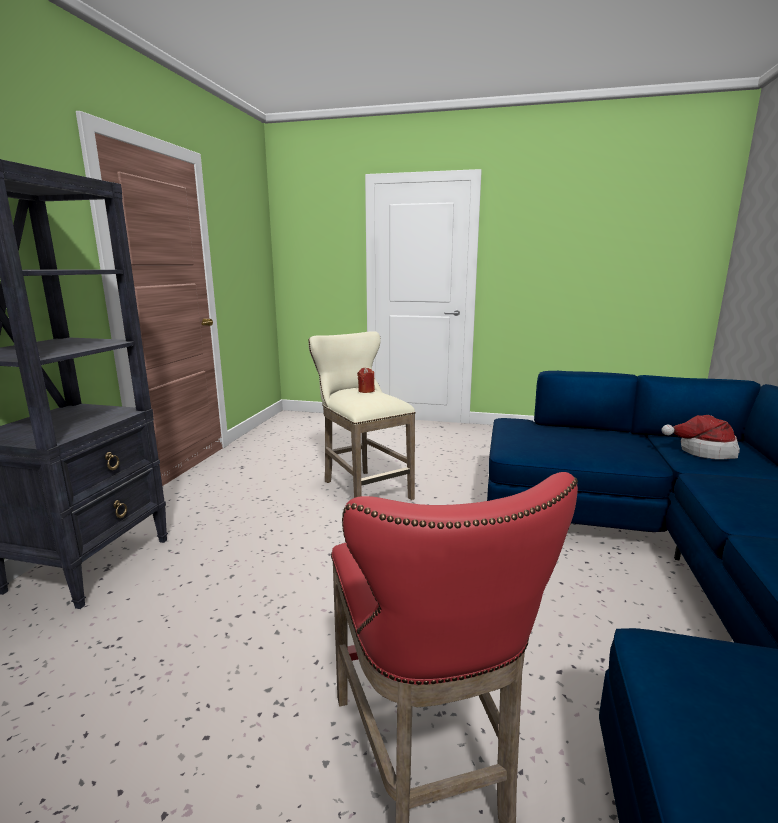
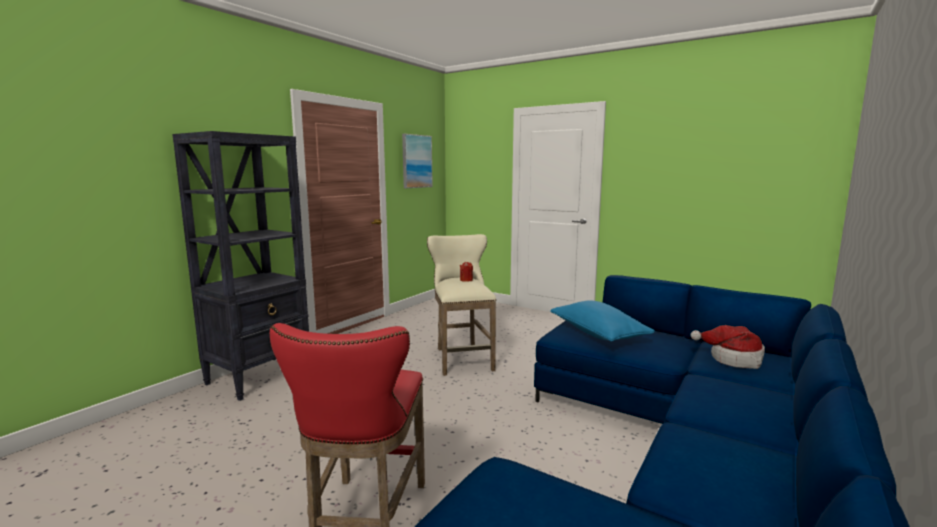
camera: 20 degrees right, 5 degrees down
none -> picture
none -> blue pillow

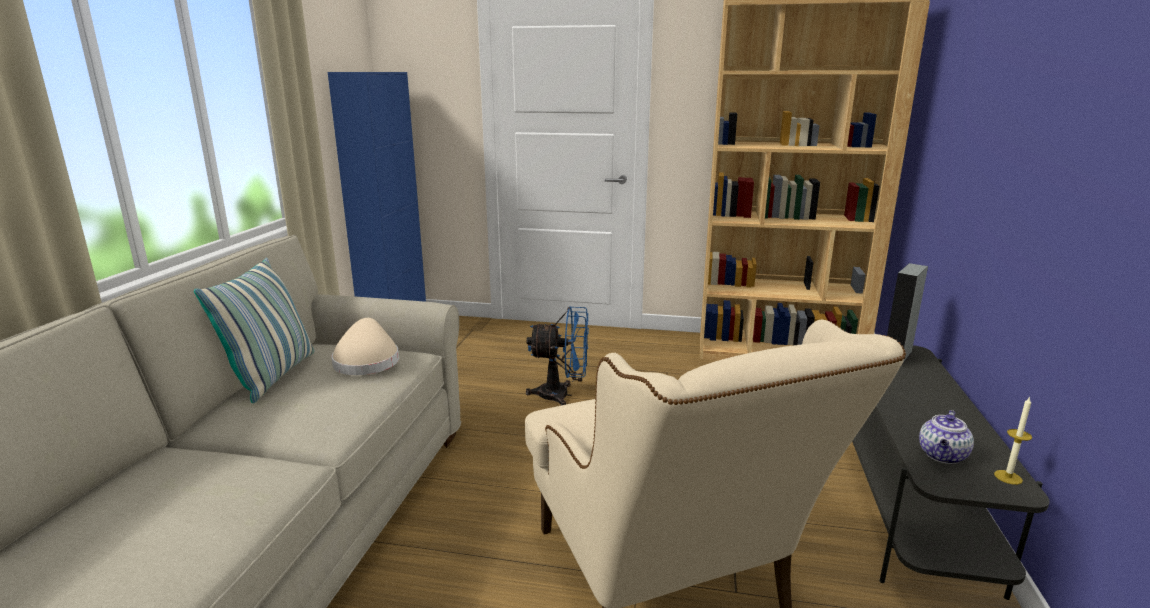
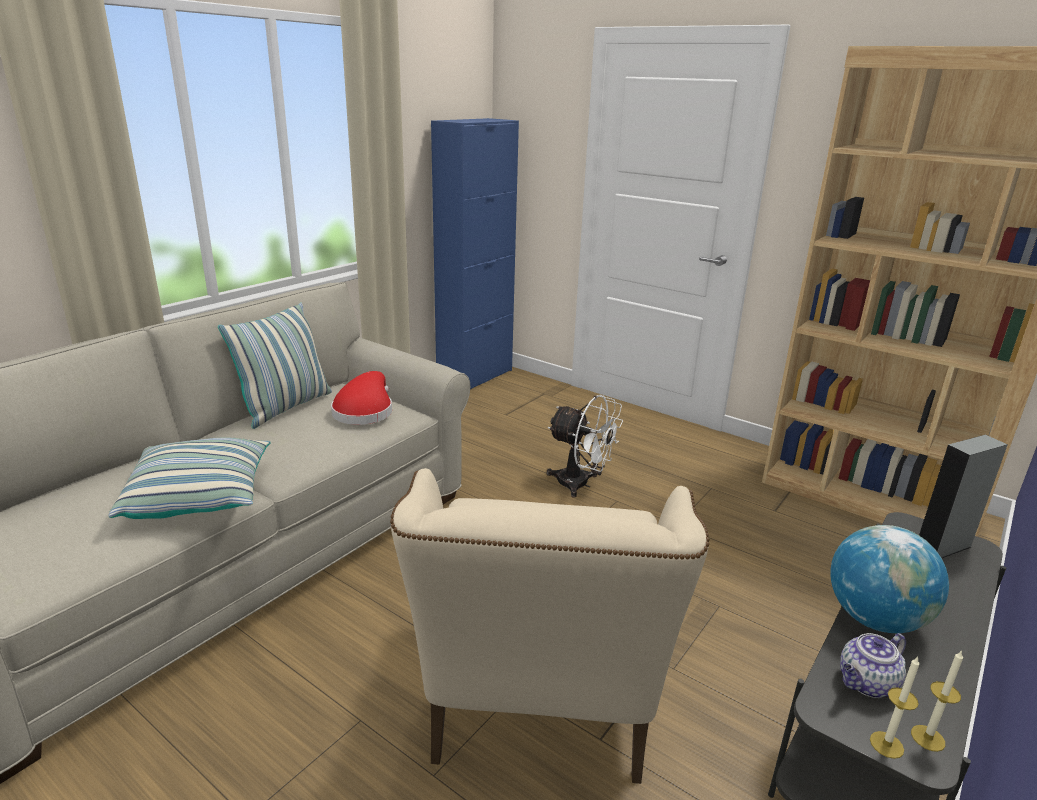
camera: 25 degrees right, 5 degrees up
none -> pillow (1st from left)
beige hat -> red hat
blue fan -> white fan
none -> globe
none -> candle (1st from left)

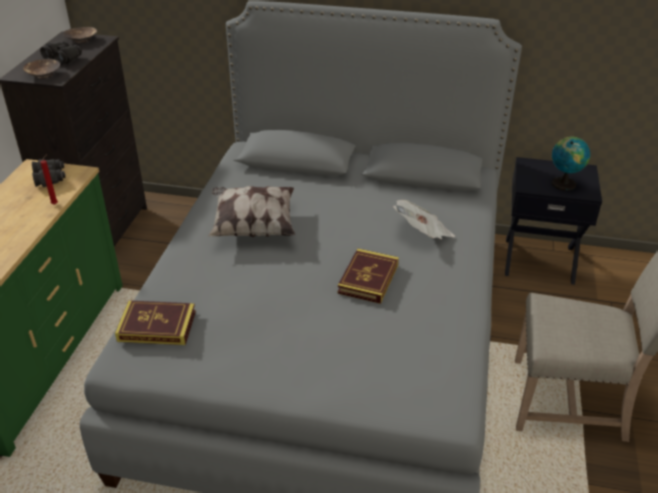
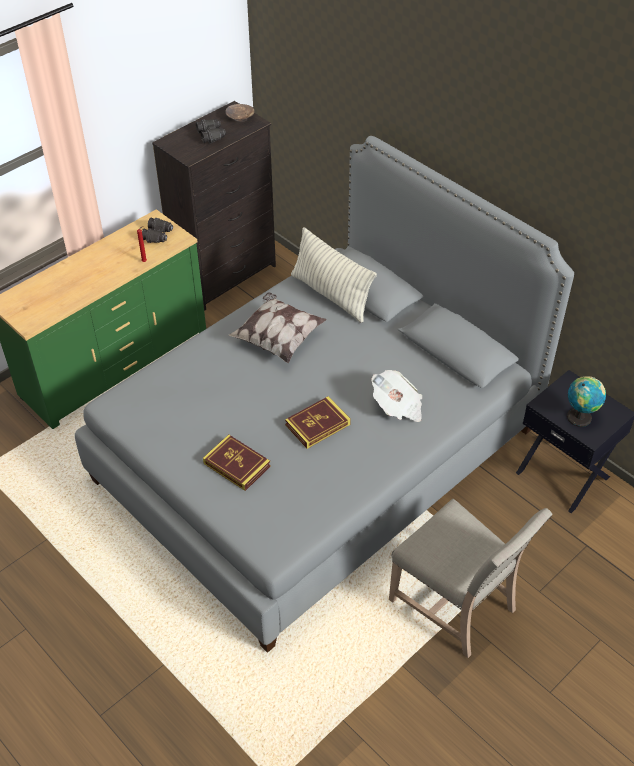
camera: 35 degrees right, 10 degrees up
book (1st from left), move
none -> pillow (2nd from left)
brown bowl (1st from left) -> none

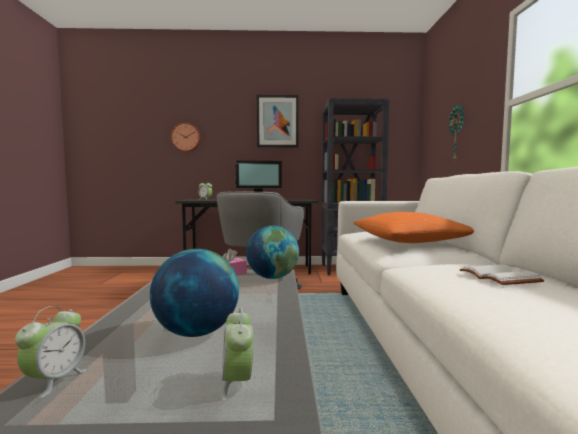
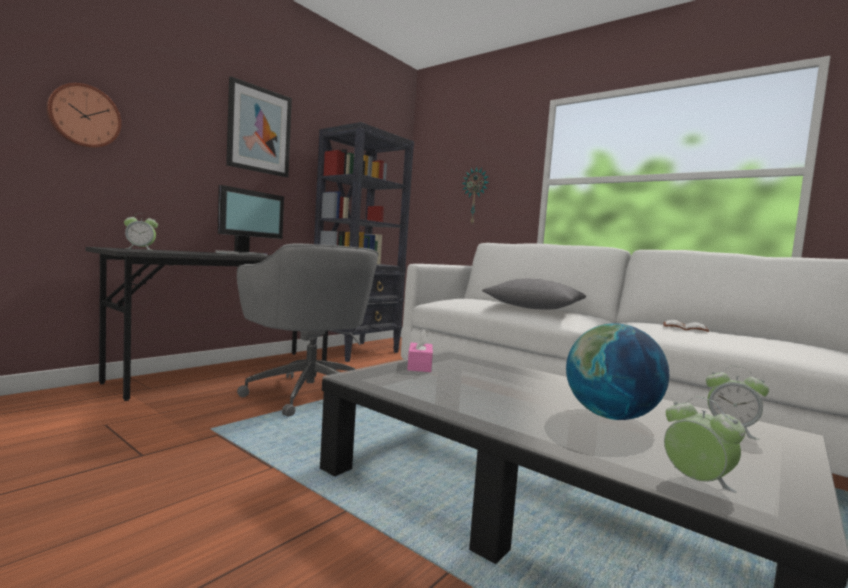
camera: 50 degrees left, 0 degrees up
orange pillow -> grey pillow
globe (2nd from left) -> none

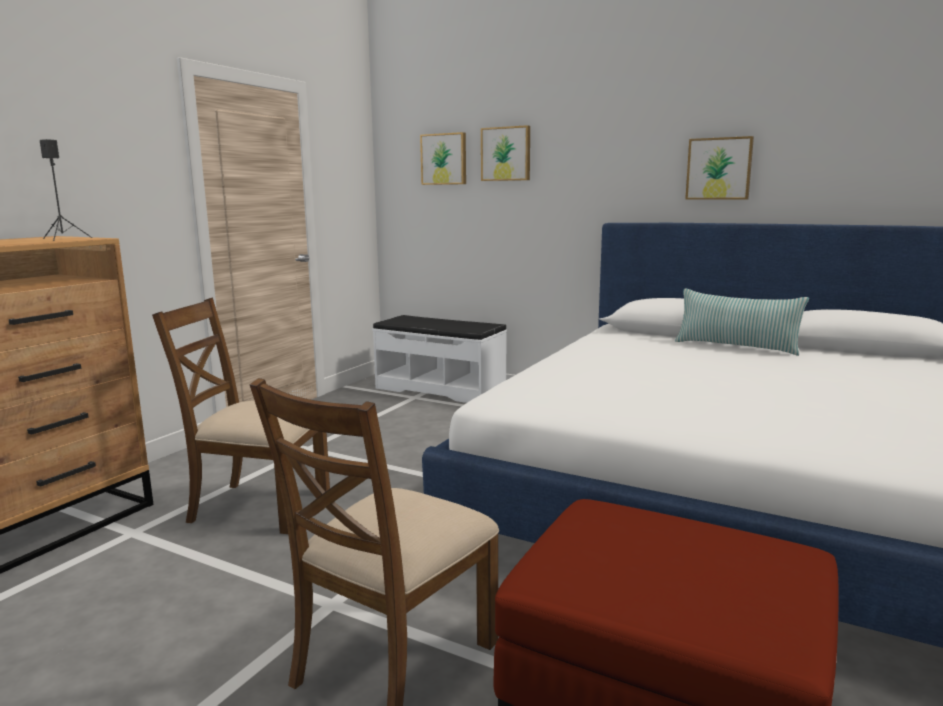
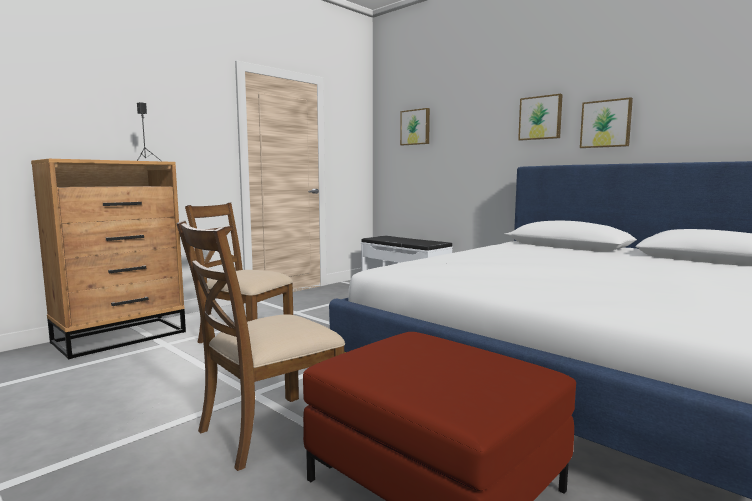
camera: 15 degrees right, 5 degrees down
picture (2nd from left), move
pillow -> none

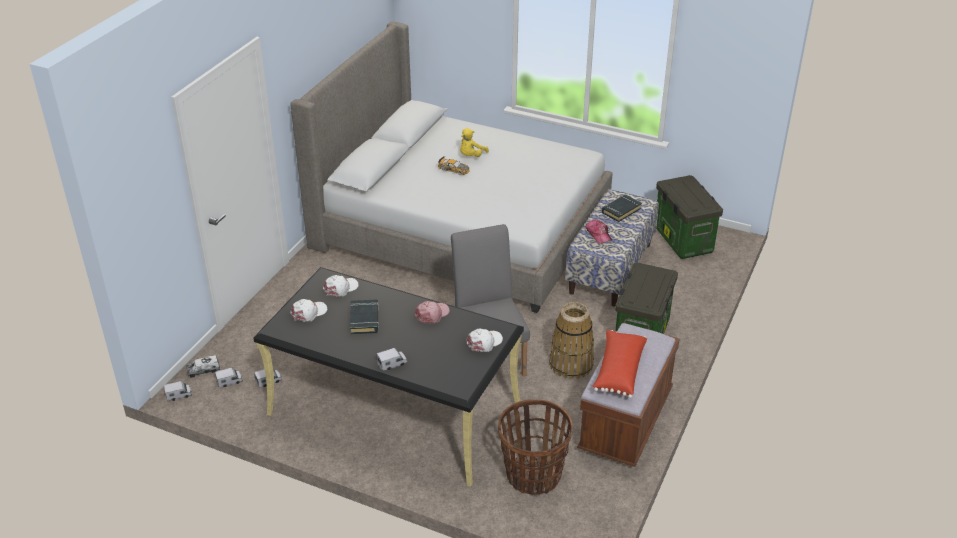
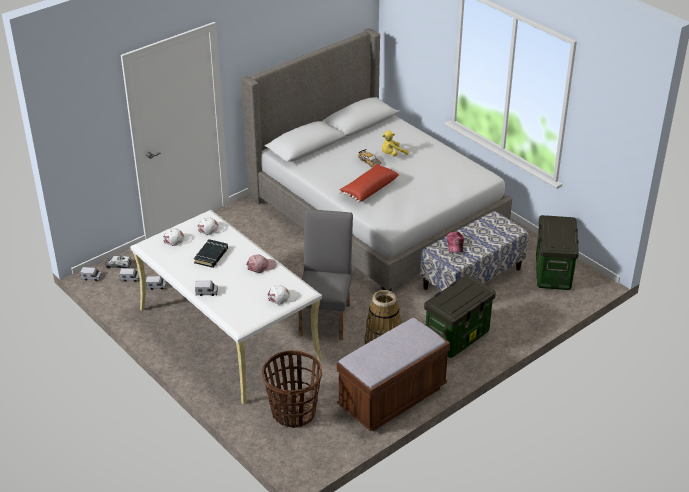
camera: 25 degrees right, 0 degrees up
black desk -> white desk
red pillow, move
black book (2nd from left) -> none

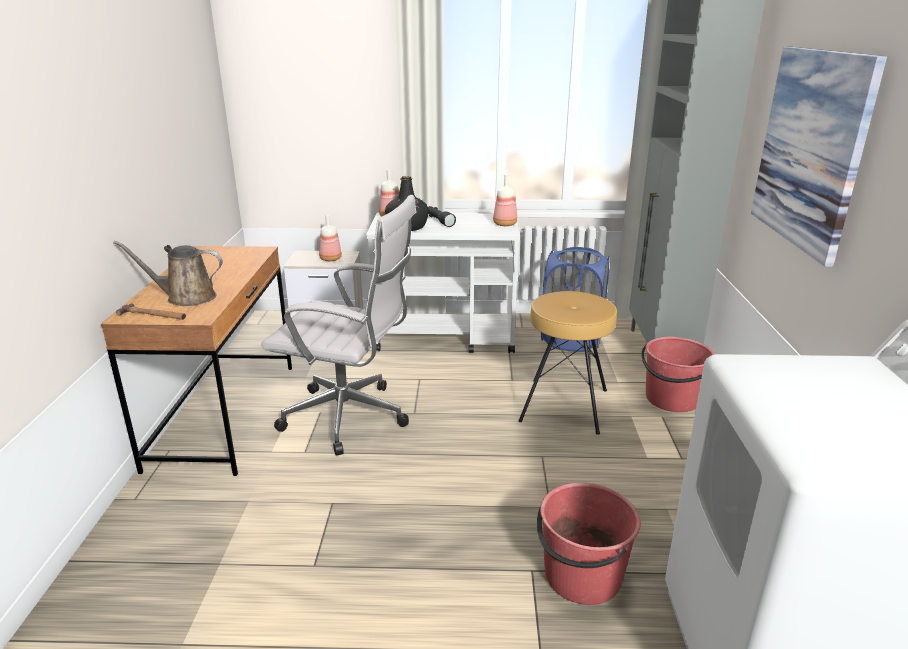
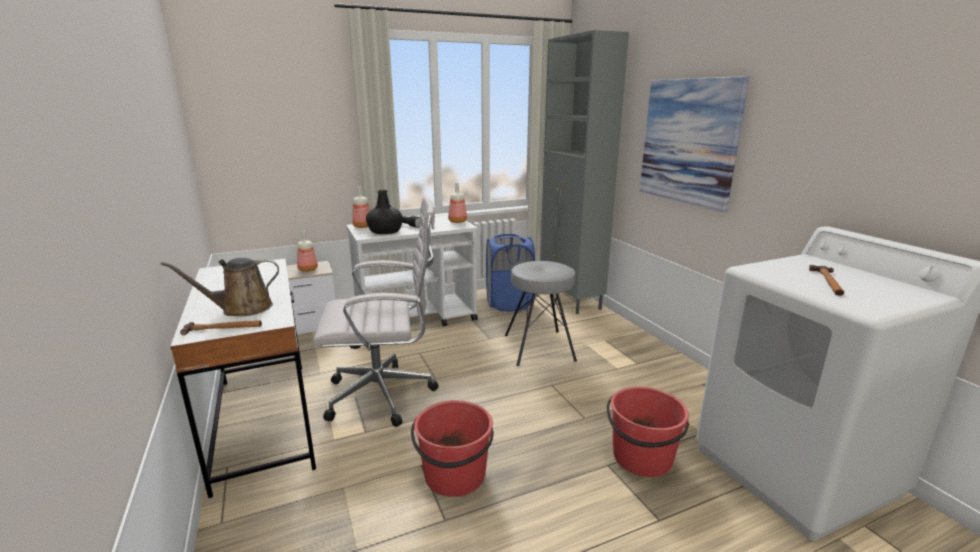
camera: 25 degrees left, 5 degrees down
brown desk -> white desk
red bucket (2nd from left in the first image) -> red bucket (1st from left), move
brown stool -> grey stool
none -> hammer (2nd from left)

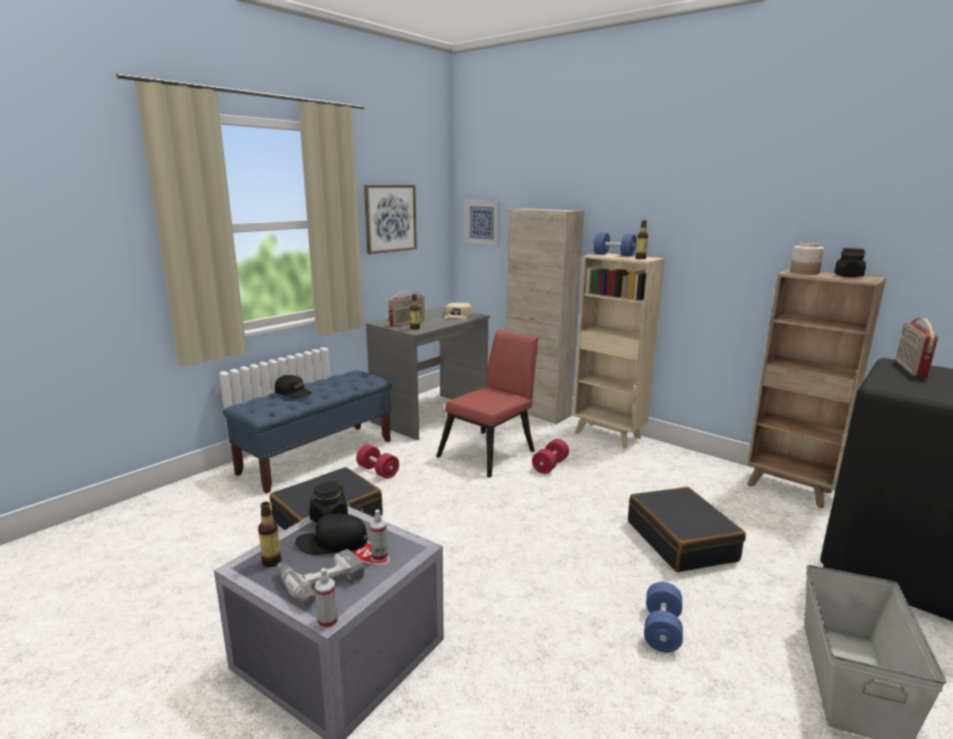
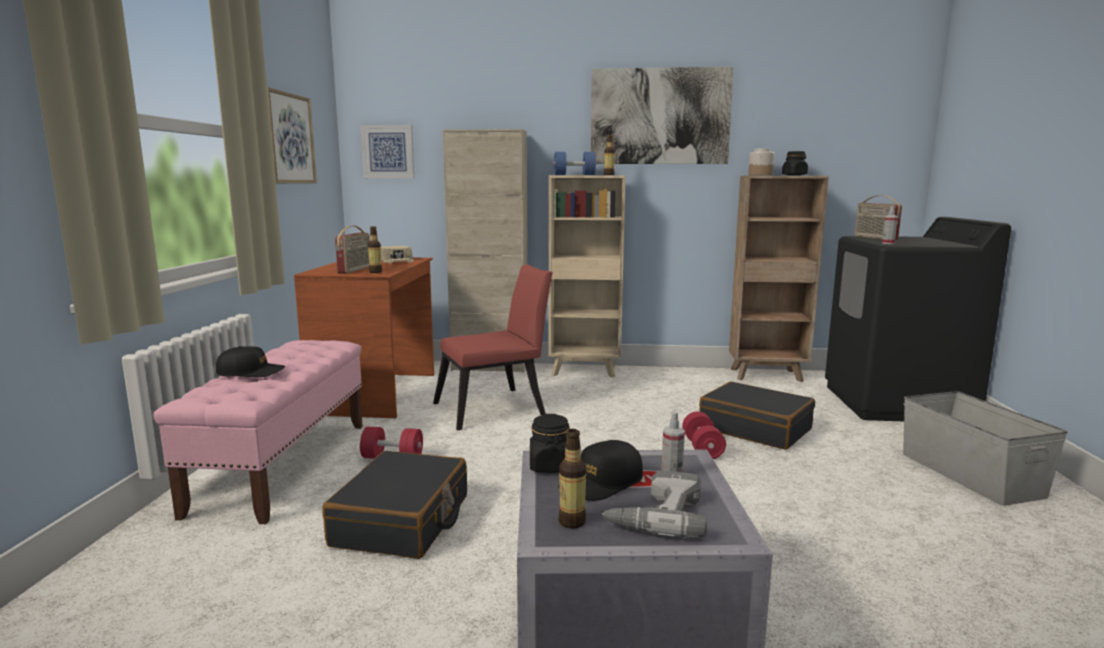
camera: 35 degrees left, 5 degrees down
blue bench -> pink bench
grey desk -> brown desk
red chair, 60 degrees clockwise
none -> picture (3rd from left)
red dumbbell (2nd from left), move
spray bottle (1st from left in the first image) -> spray bottle (2nd from left), move
blue dumbbell (2nd from left) -> none

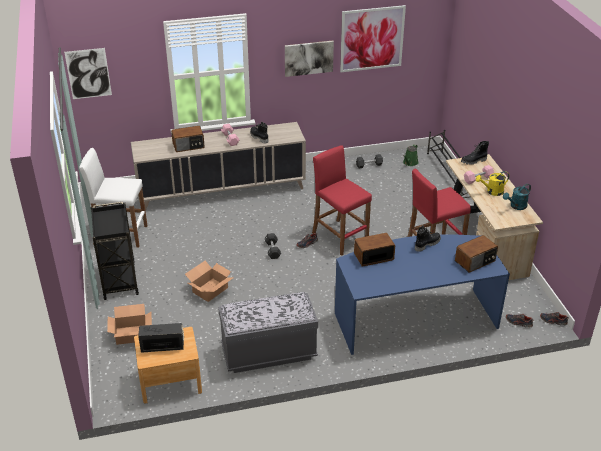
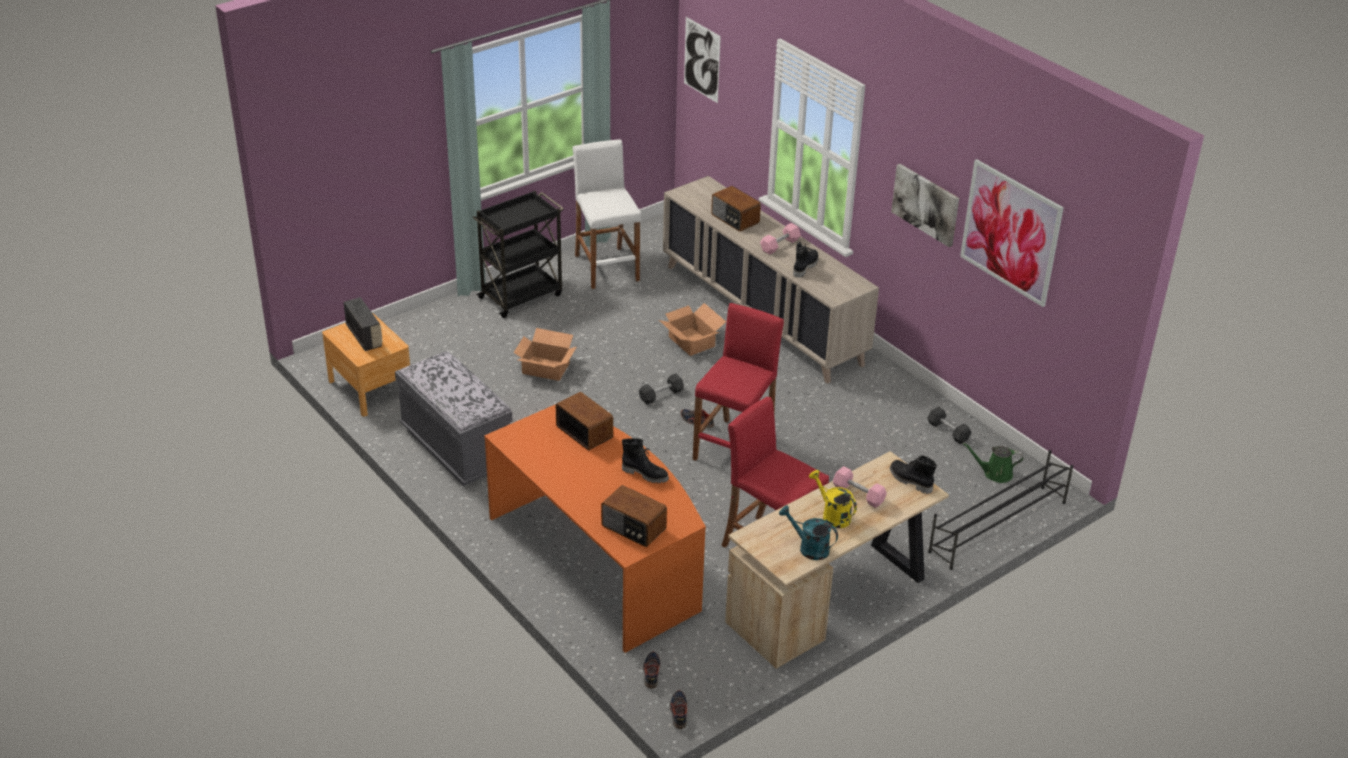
camera: 65 degrees right, 0 degrees up
blue desk -> orange desk
cardboard box (1st from left in the first image) -> cardboard box (2nd from left), move

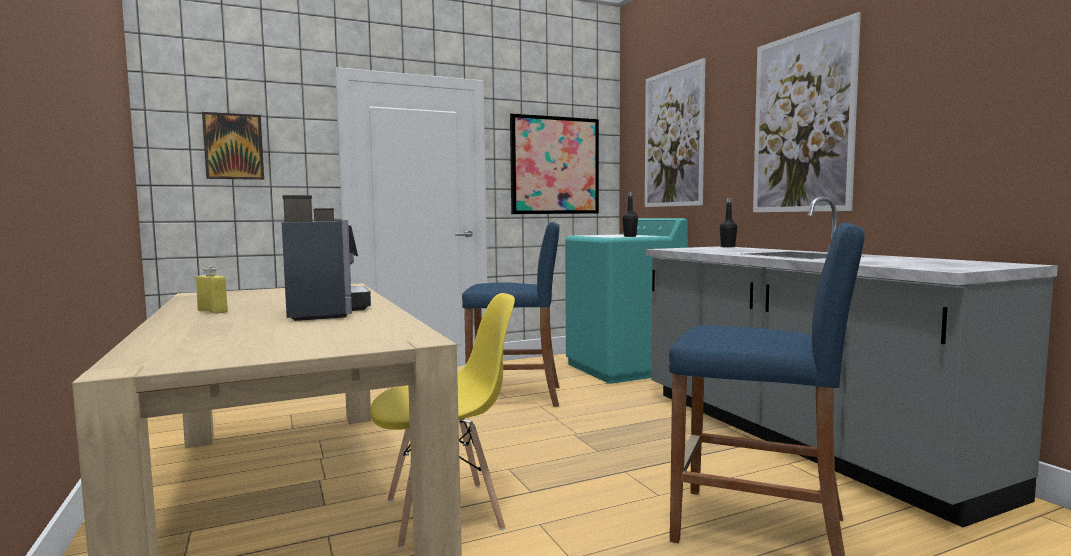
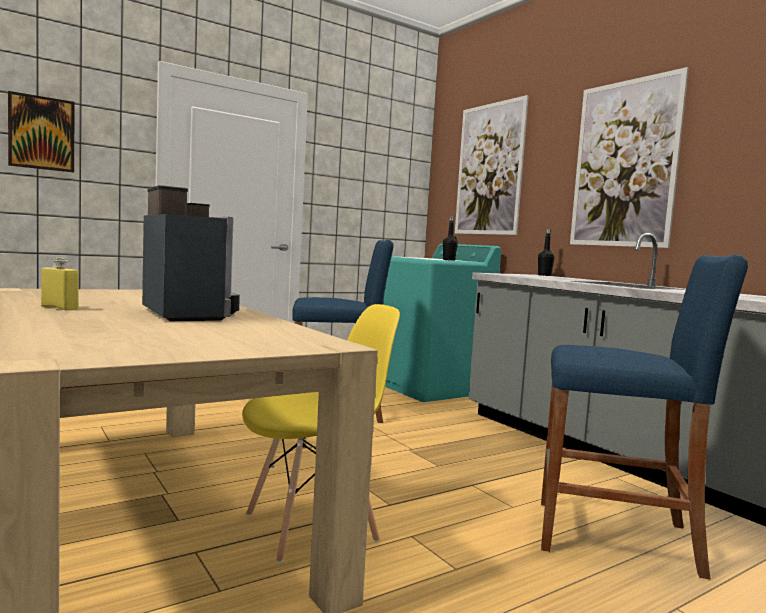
camera: 10 degrees left, 0 degrees up
picture (2nd from left) -> none

